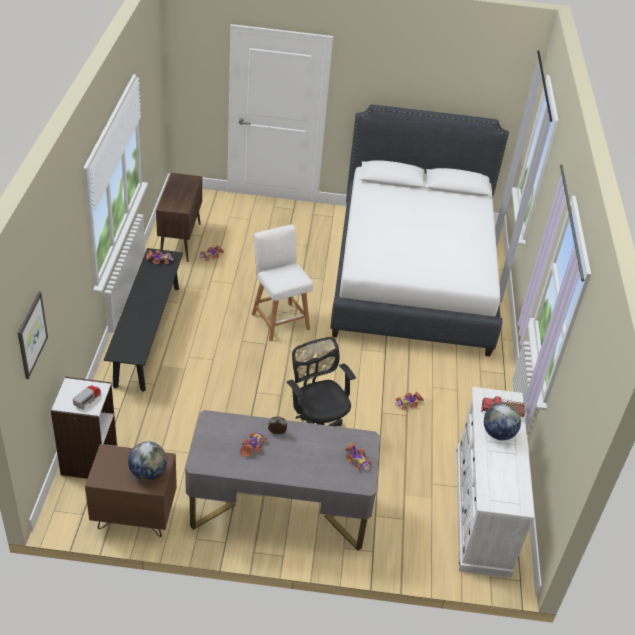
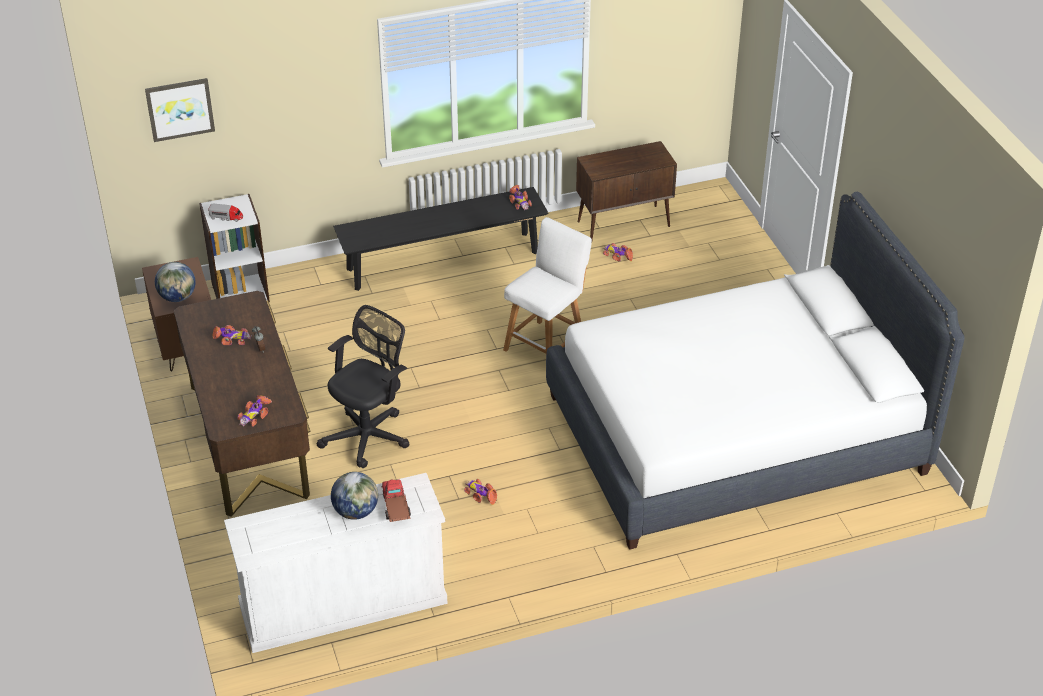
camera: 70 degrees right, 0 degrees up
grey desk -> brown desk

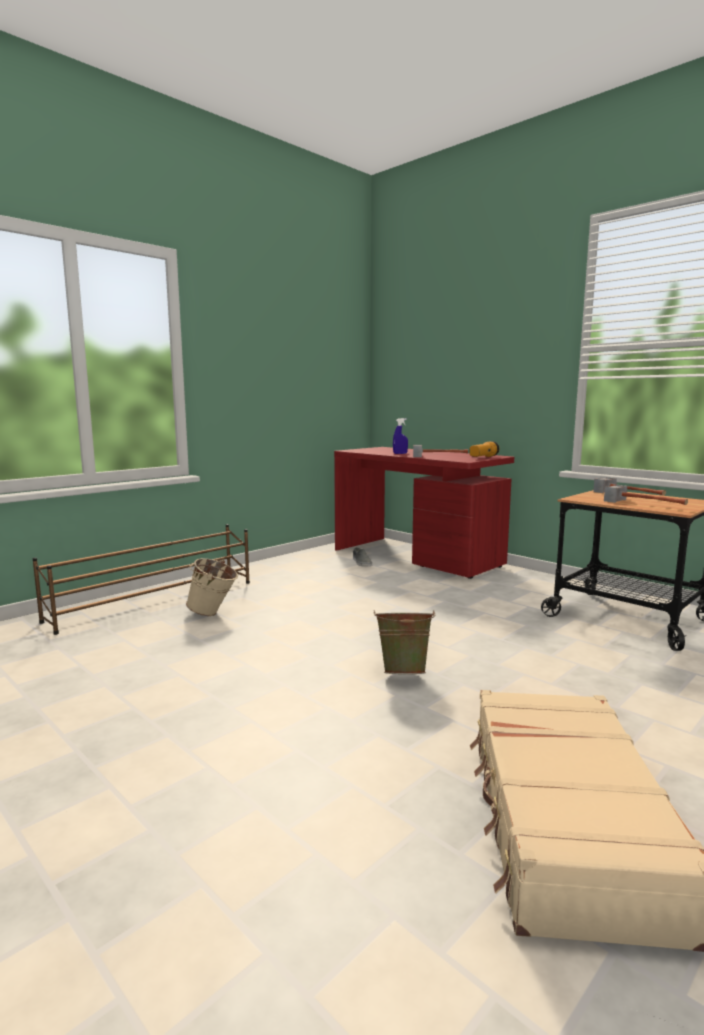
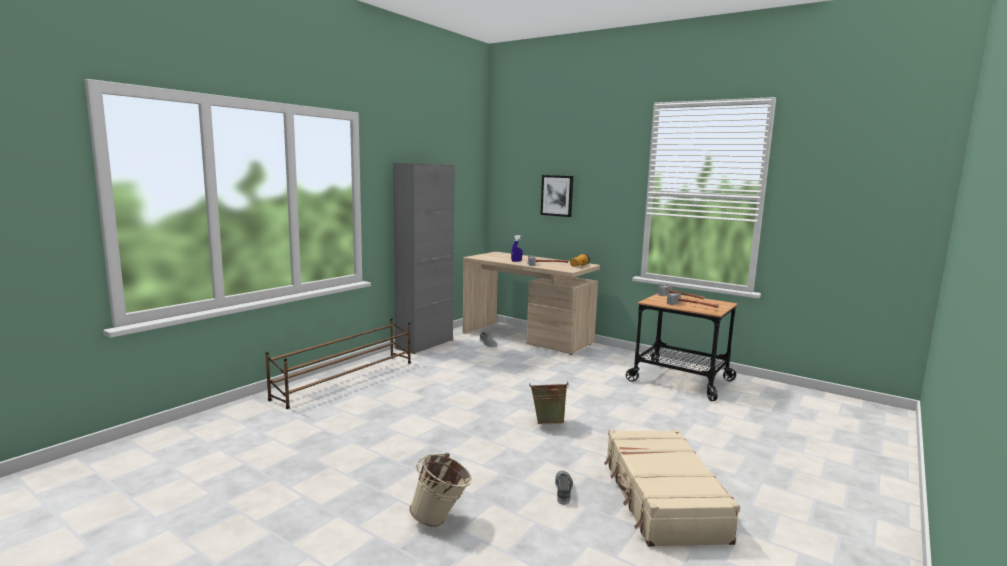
camera: 10 degrees left, 0 degrees up
none -> grey cabinet
beige bucket, move
red desk -> beige desk
none -> picture
none -> grey shoe (2nd from left)

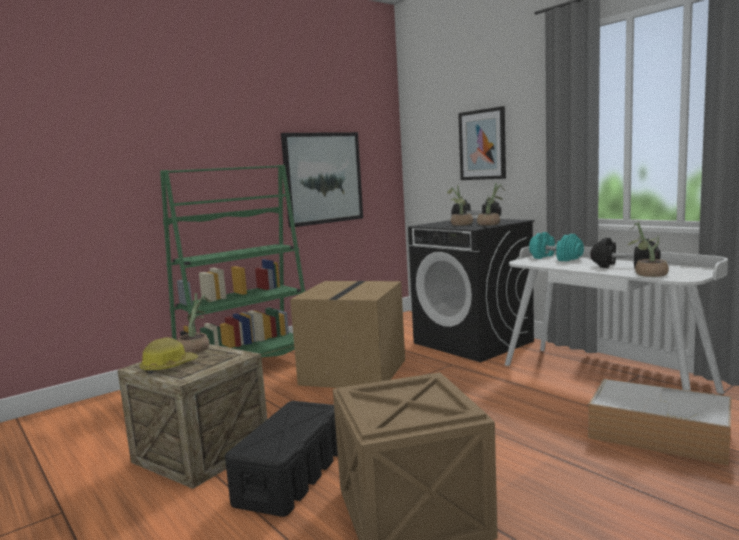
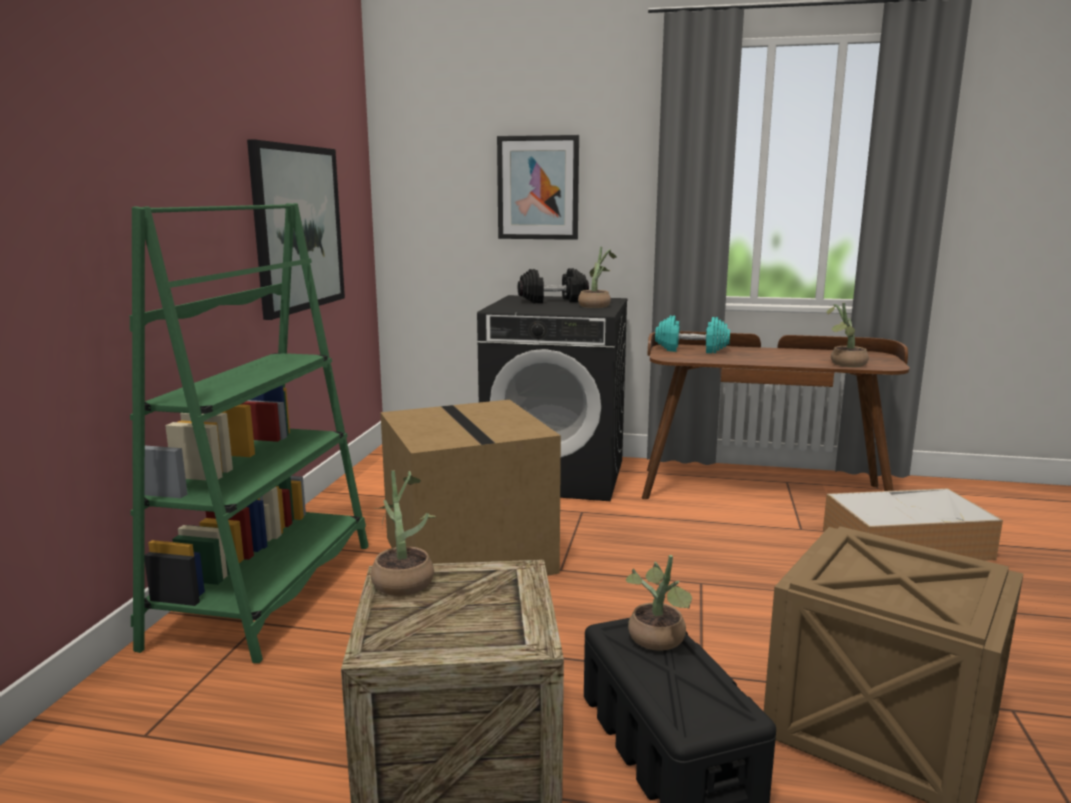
camera: 40 degrees left, 5 degrees up
potted plant (2nd from left in the first image) -> potted plant (3rd from left), move
white desk -> brown desk
hard hat -> none
black dumbbell (2nd from left) -> none

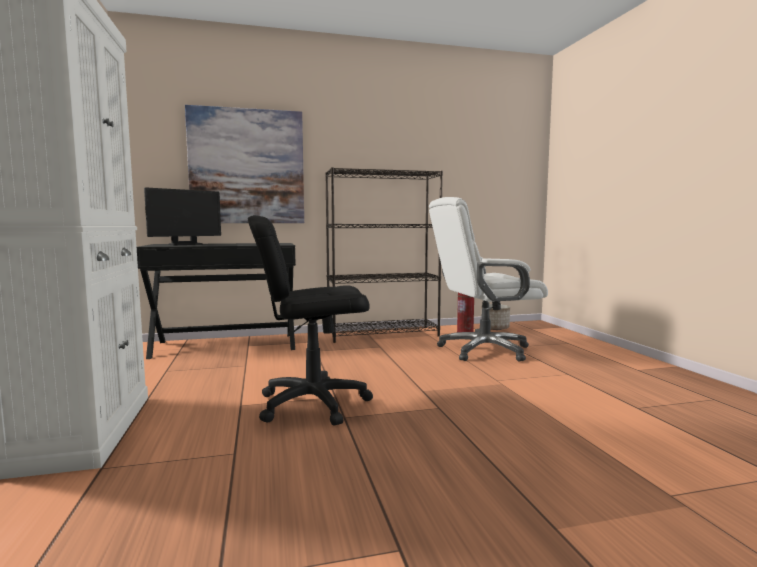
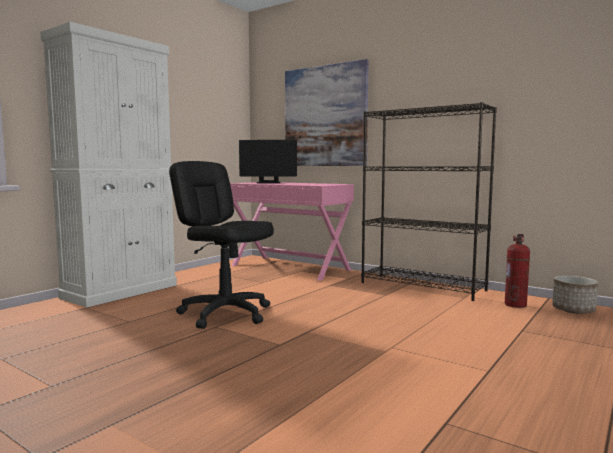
camera: 50 degrees right, 0 degrees up
black desk -> pink desk
white office chair -> none

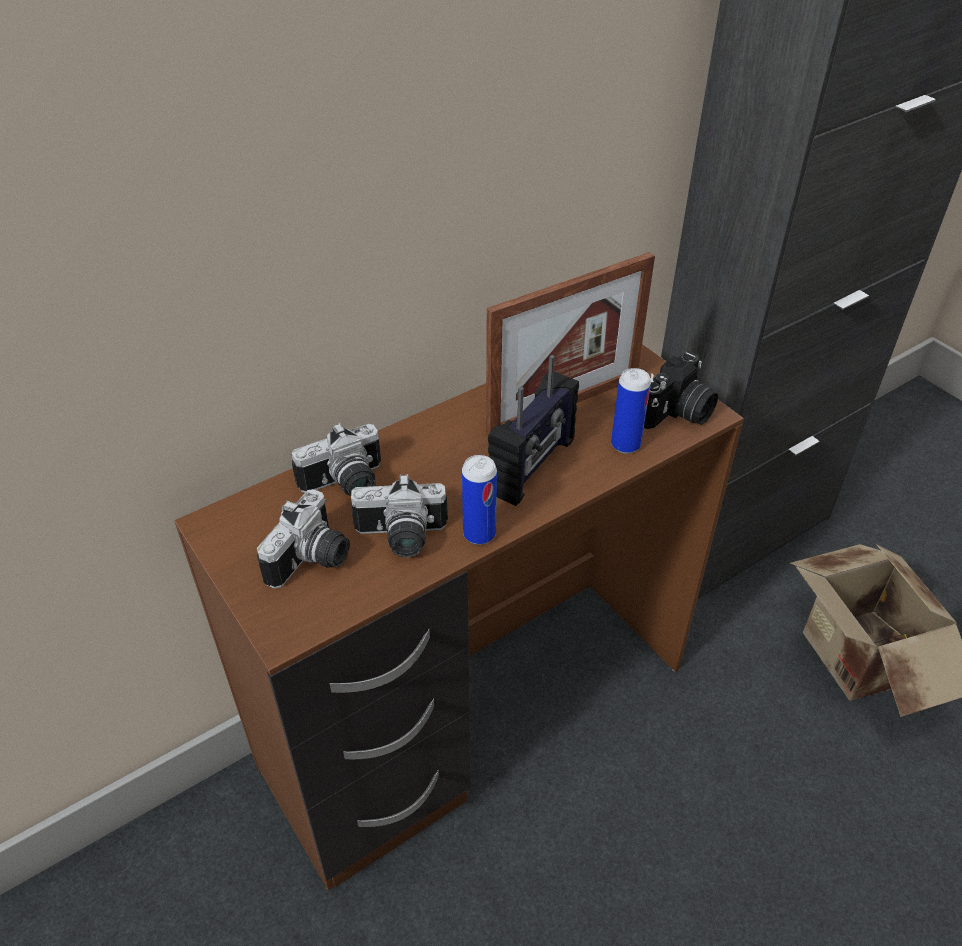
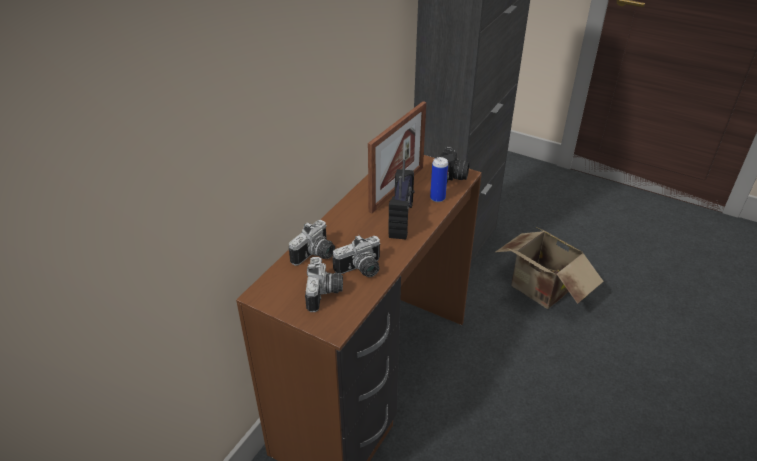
camera: 25 degrees left, 5 degrees down
can (1st from left) -> none

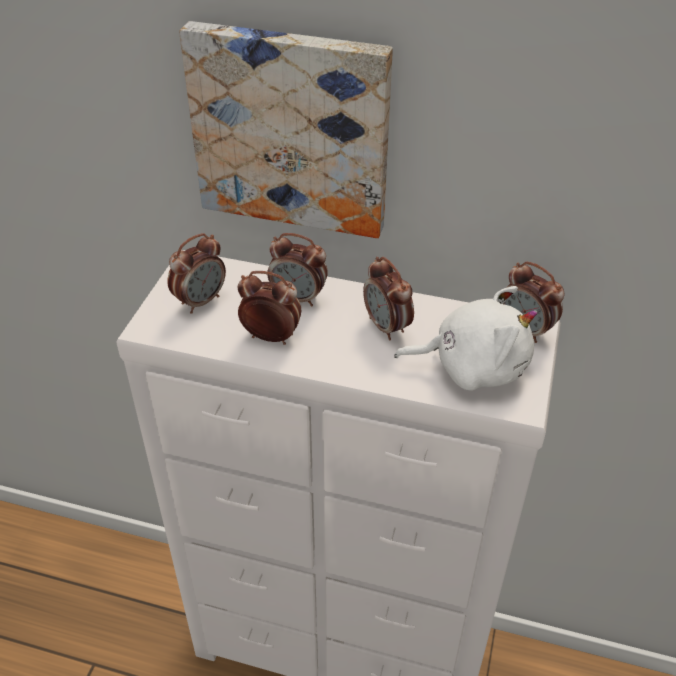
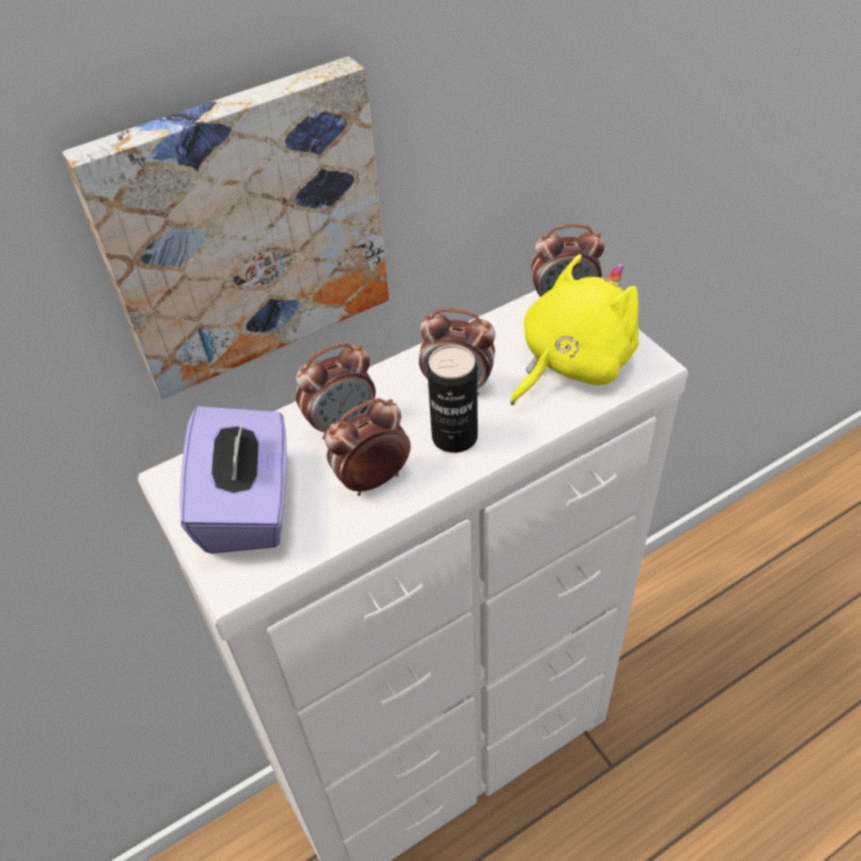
camera: 45 degrees left, 5 degrees up
alarm clock (1st from left) -> purple tissue box
none -> can
white plush toy -> yellow plush toy

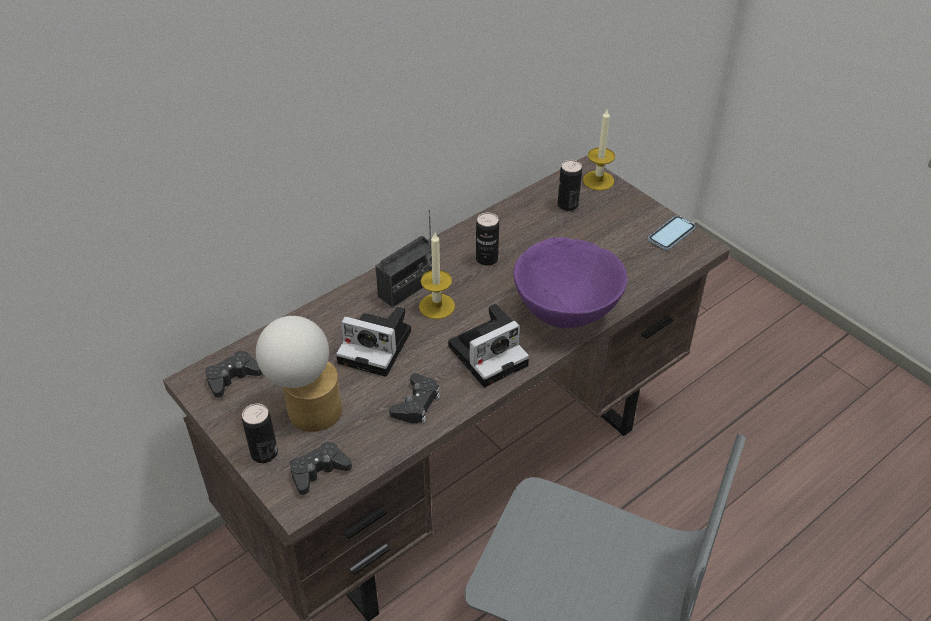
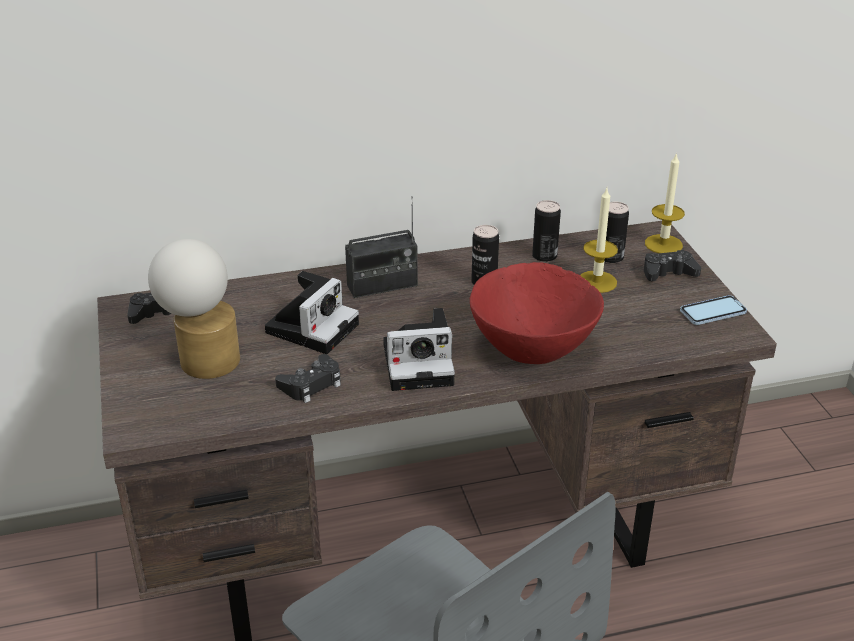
camera: 25 degrees right, 10 degrees down
photo camera (1st from left), 105 degrees counterclockwise
purple bowl -> red bowl
can (1st from left in the first image) -> can (2nd from left), move
candle (1st from left), move
black game controller (2nd from left in the first image) -> black game controller (3rd from left), move

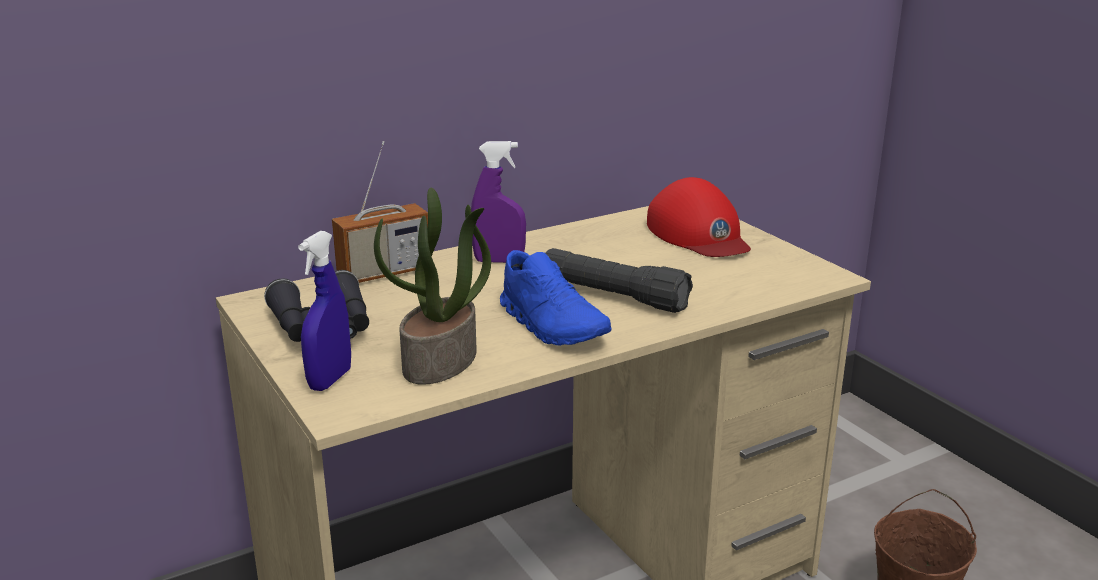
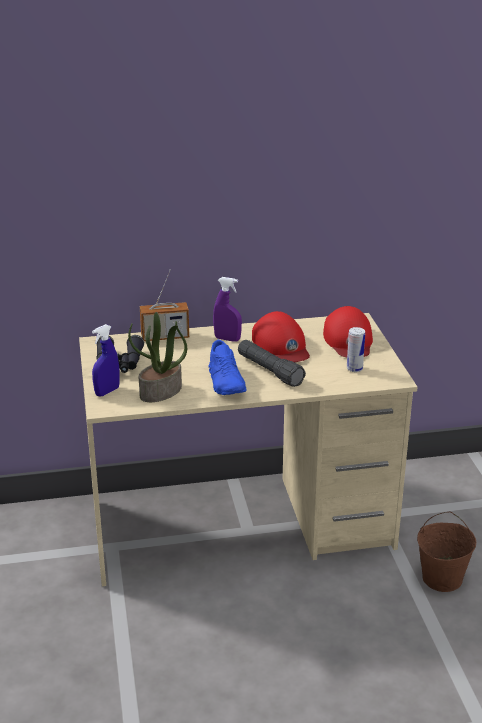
camera: 20 degrees right, 5 degrees up
none -> red cap (1st from left)
none -> can

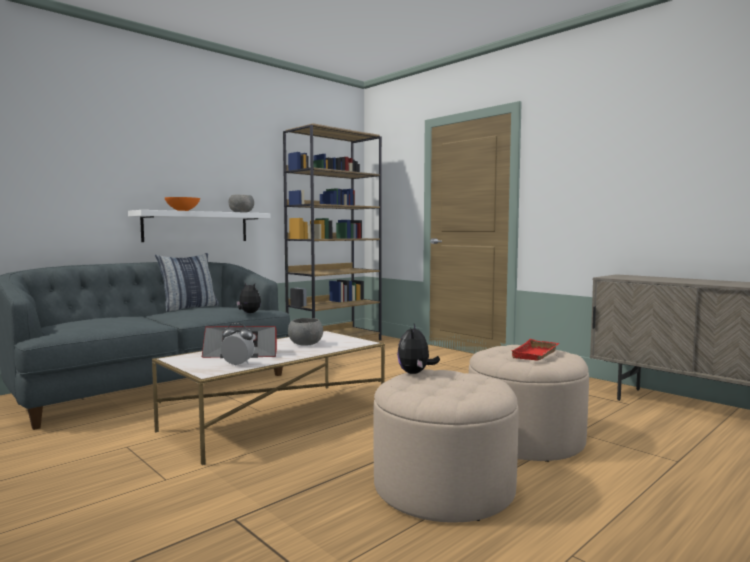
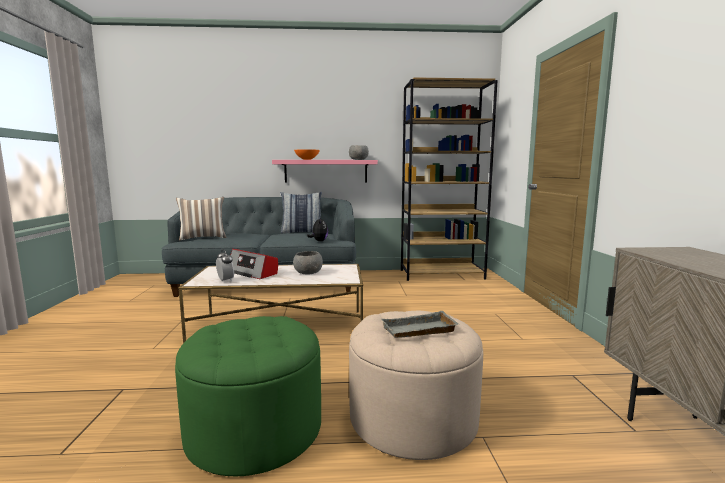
camera: 40 degrees right, 5 degrees up
beige ottoman (1st from left) -> green ottoman
none -> pillow (1st from left)
white shelf -> pink shelf
red tray -> grey tray
plush toy (2nd from left) -> none

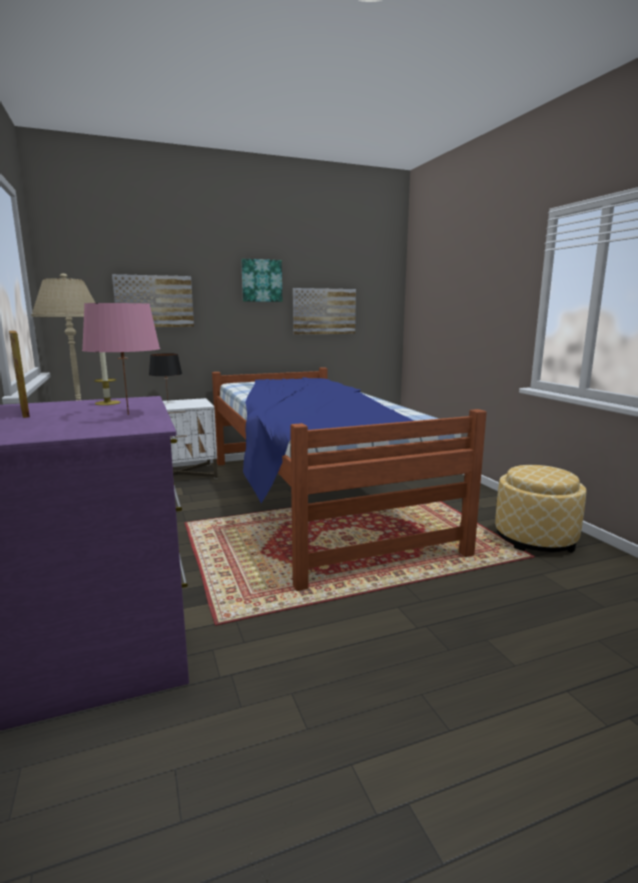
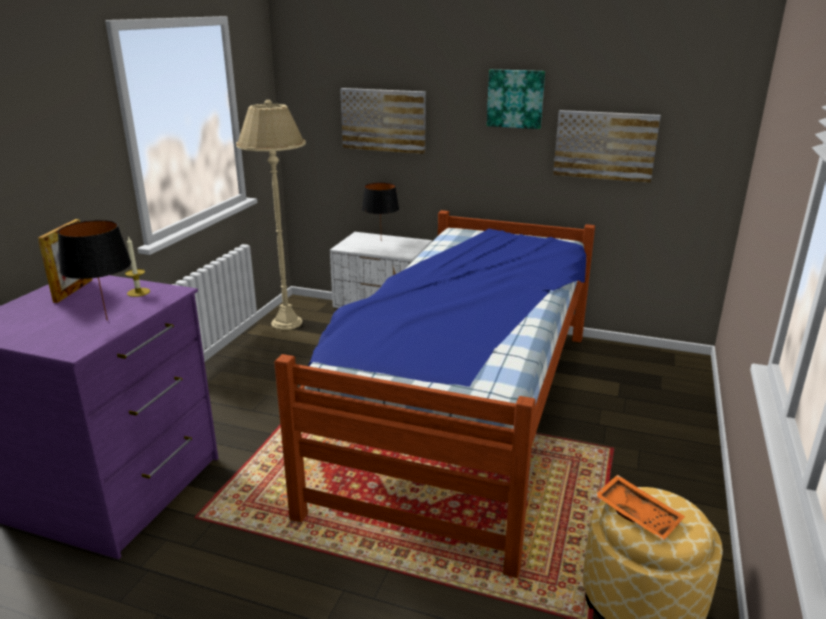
camera: 40 degrees right, 10 degrees up
pink table lamp -> black table lamp (1st from left)
none -> orange tray

